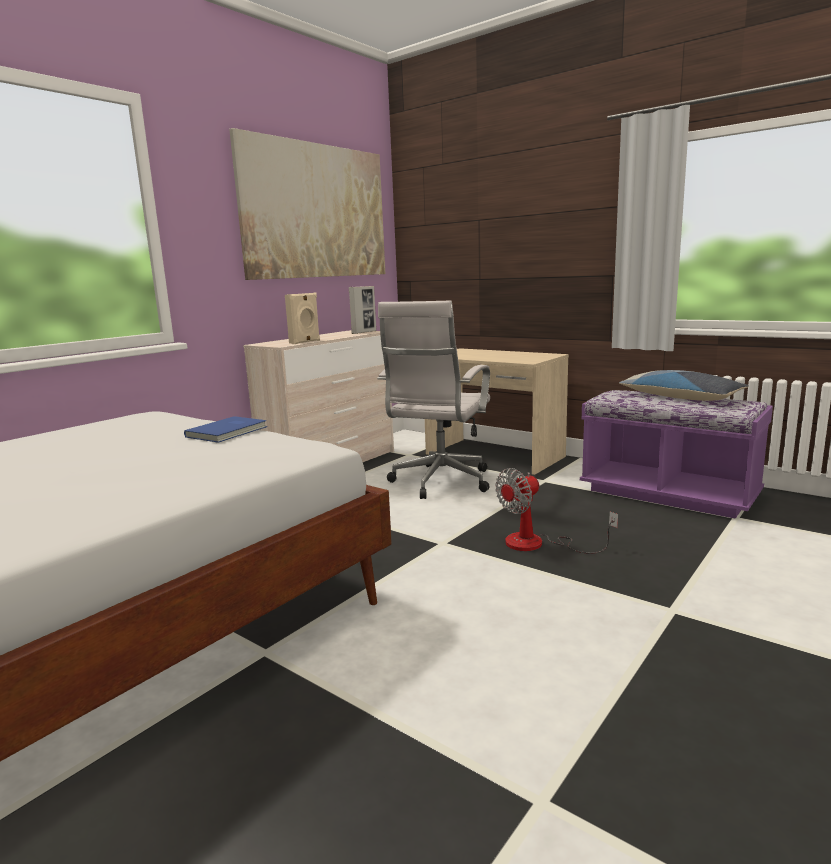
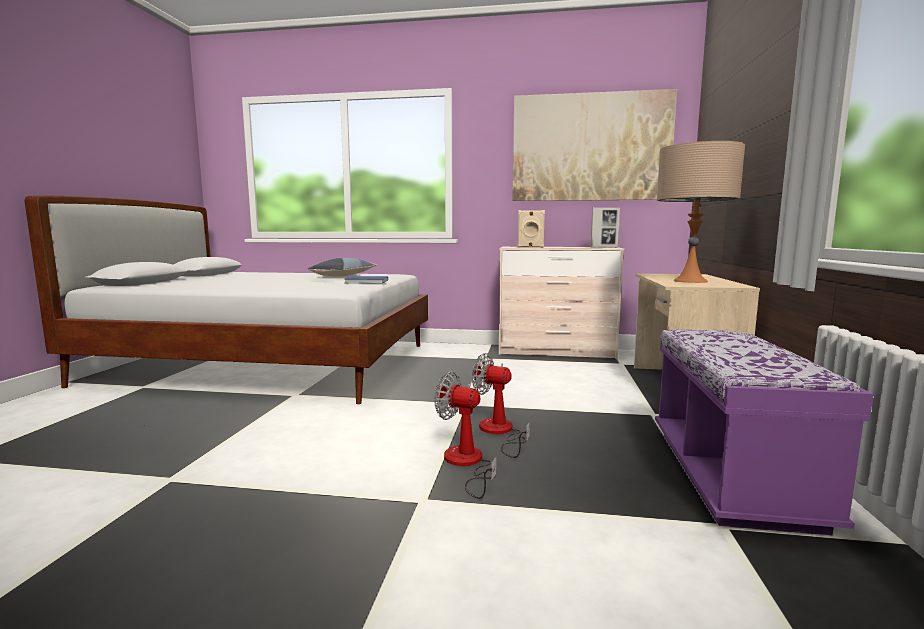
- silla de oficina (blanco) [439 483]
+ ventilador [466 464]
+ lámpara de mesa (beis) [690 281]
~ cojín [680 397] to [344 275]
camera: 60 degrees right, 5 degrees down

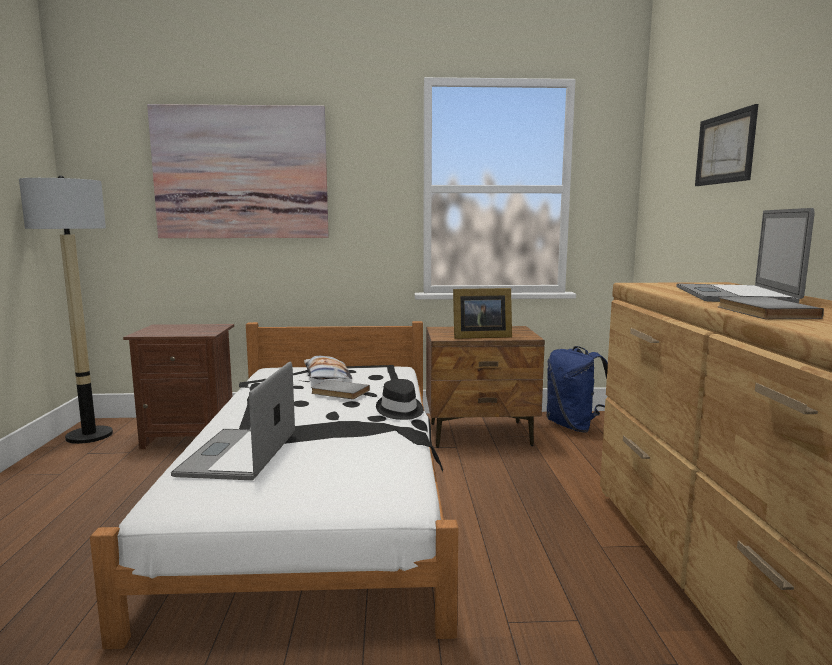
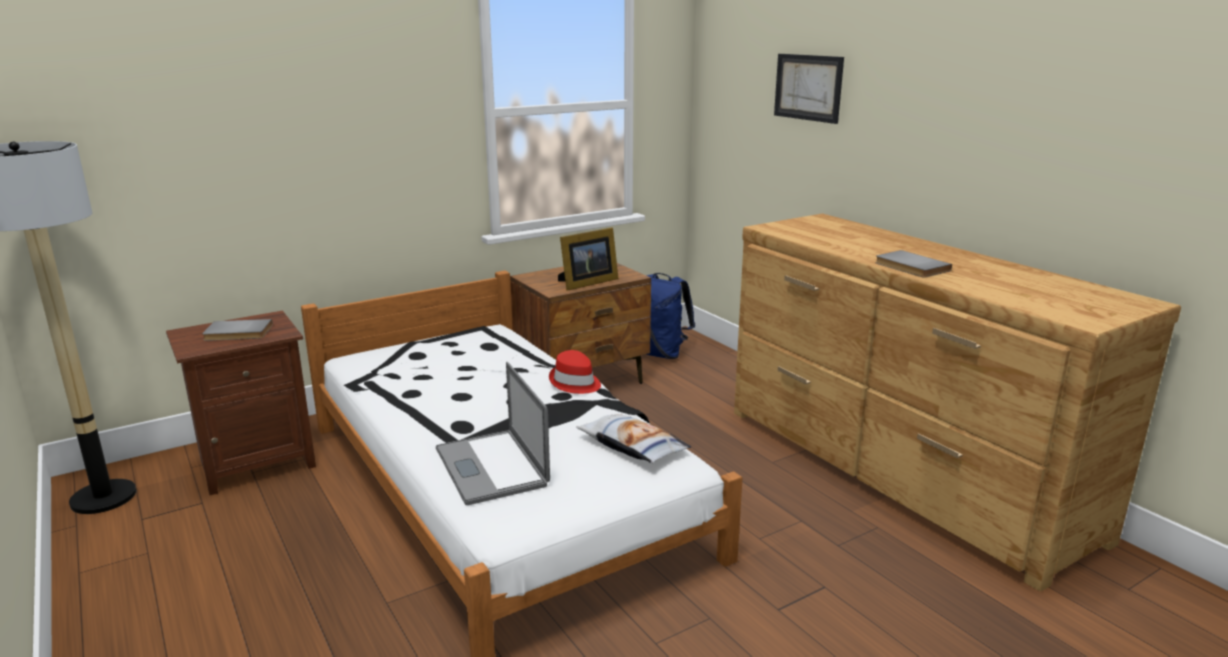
- cuadro [241 173]
- portátil [733 295]
~ cojín [326 375] to [632 446]
~ libro (gris) [339 392] to [237 333]
~ sombrero (negro) [400 410] to sombrero (rojo) [575 383]
camera: 30 degrees left, 10 degrees up

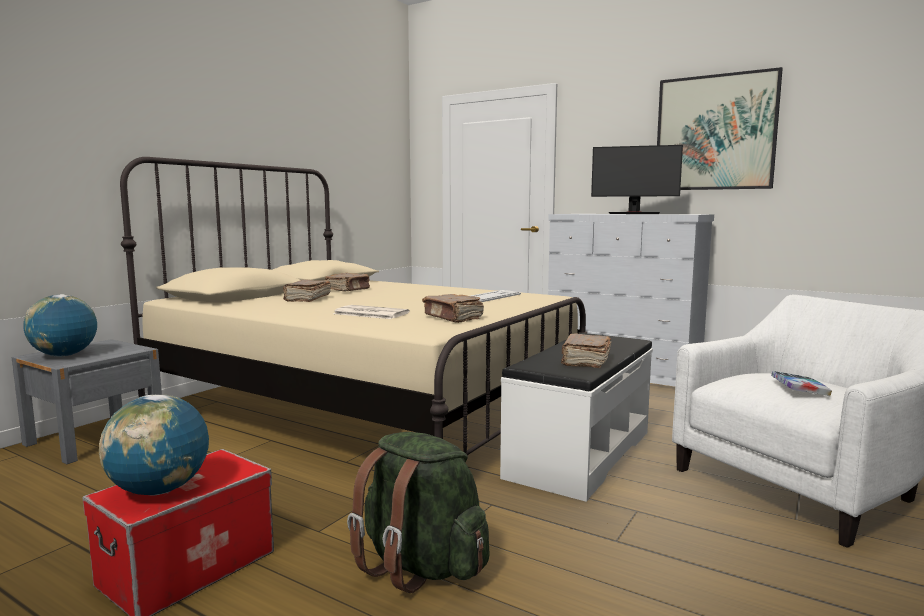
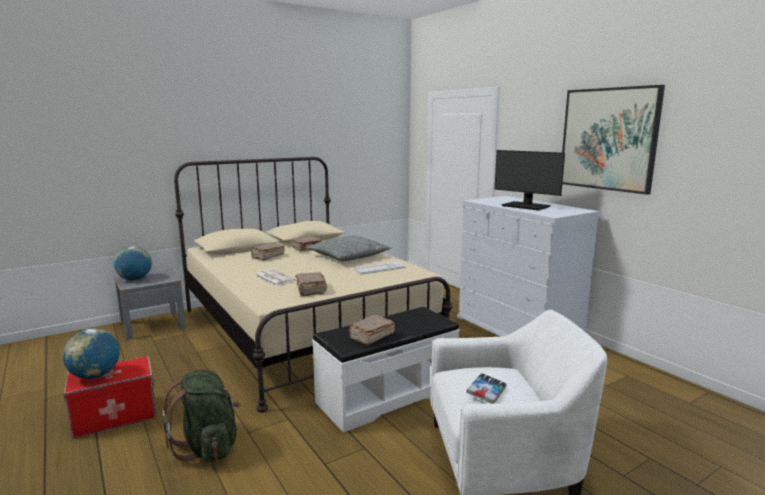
+ cojín (gris) [349 256]
camera: 25 degrees right, 5 degrees up

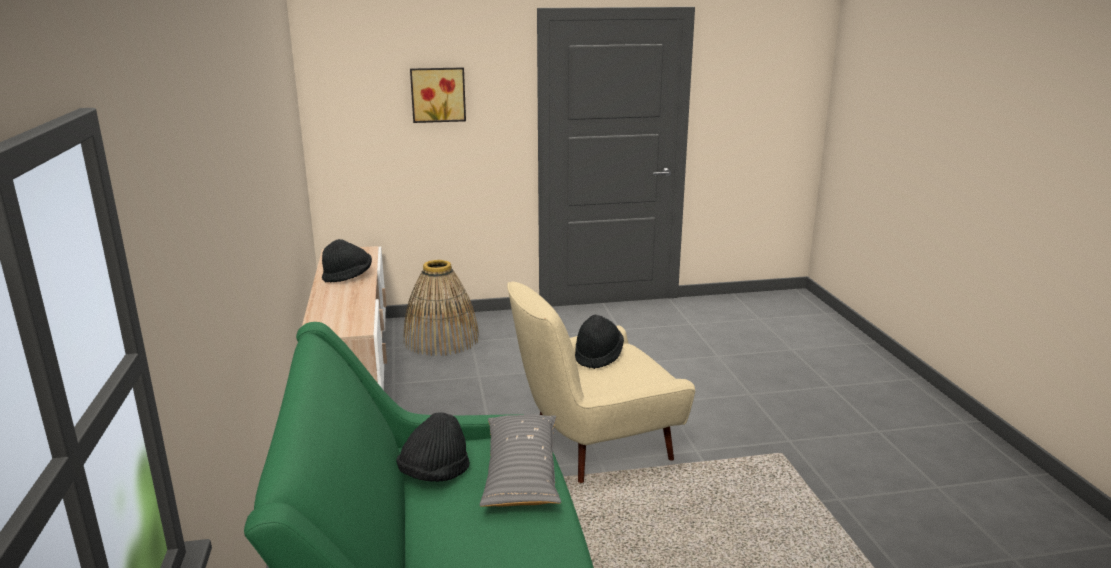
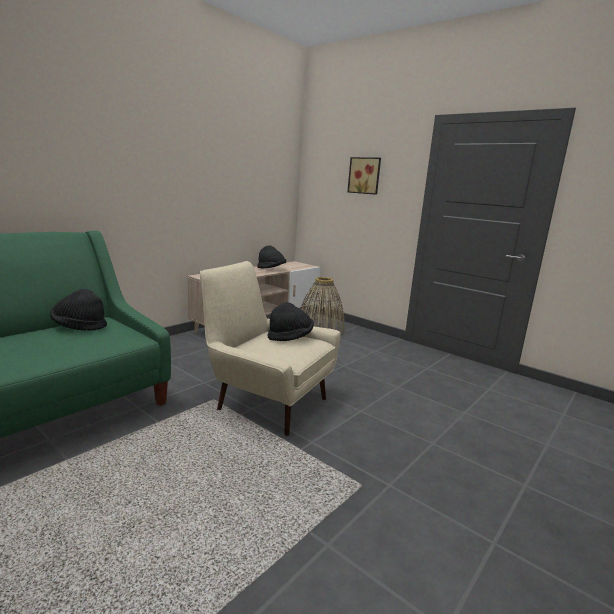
- cojín (gris) [521 472]
camera: 50 degrees right, 5 degrees down

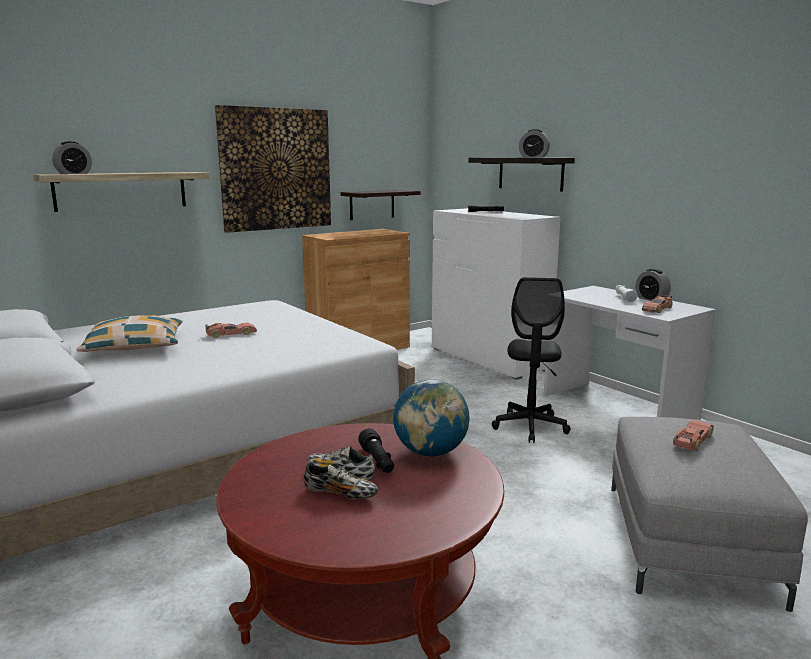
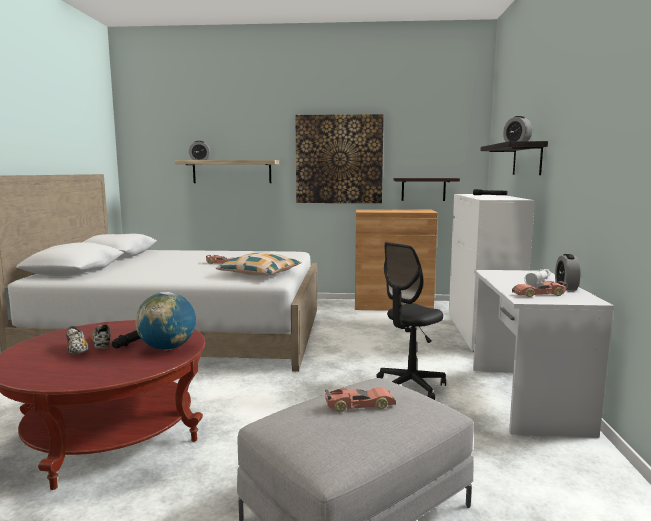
~ cojín [135 346] to [260 274]
camera: 40 degrees right, 5 degrees down

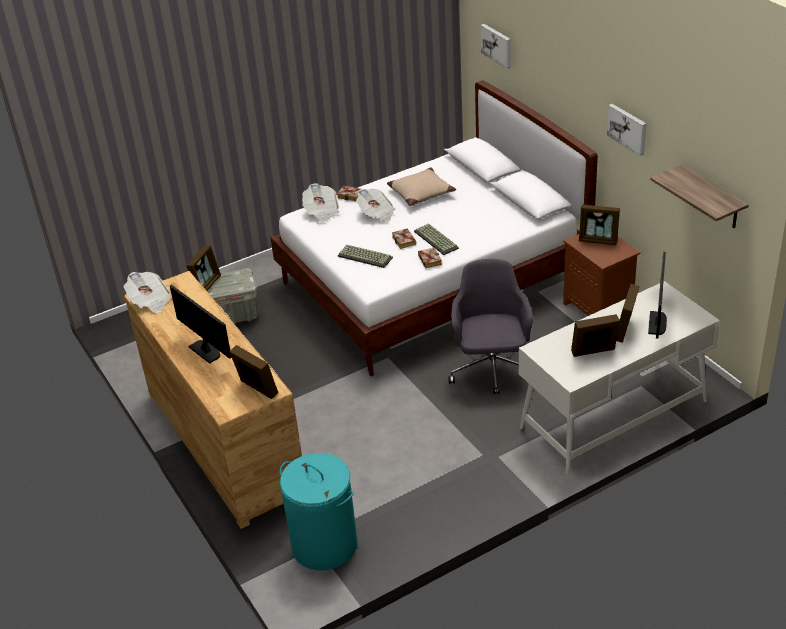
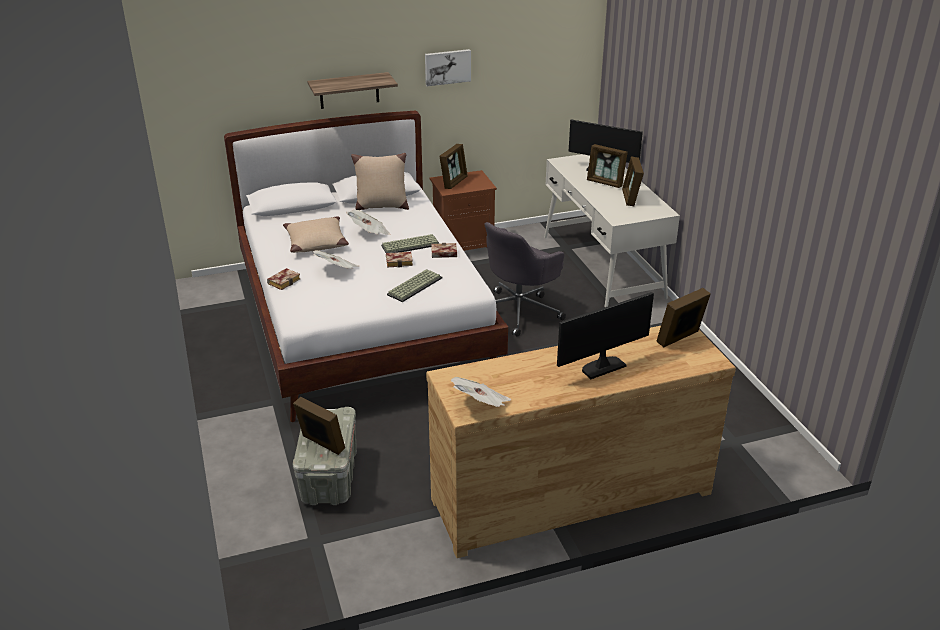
- cesto de la ropa (turquesa) [325 545]
- cuadro [497 45]
+ cojín (beis) [381 206]
~ periódico [321 211] to [369 233]
~ estante [712 198] to [349 90]
~ silla de oficina (gris) [491 369] = [519 311] 60 degrees counterclockwise
camera: 80 degrees left, 5 degrees down

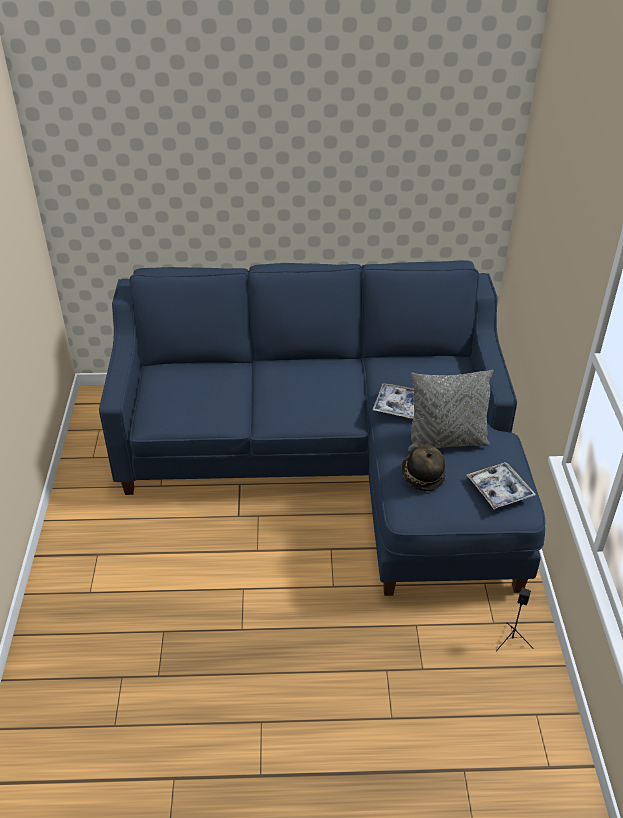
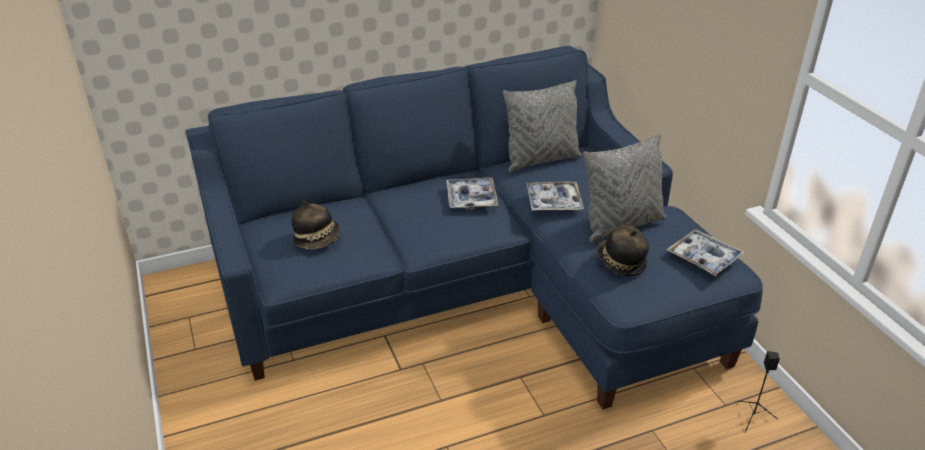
+ sombrero [317 239]
+ bandeja [471 198]
+ cojín (gris) [541 160]
camera: 20 degrees left, 5 degrees down

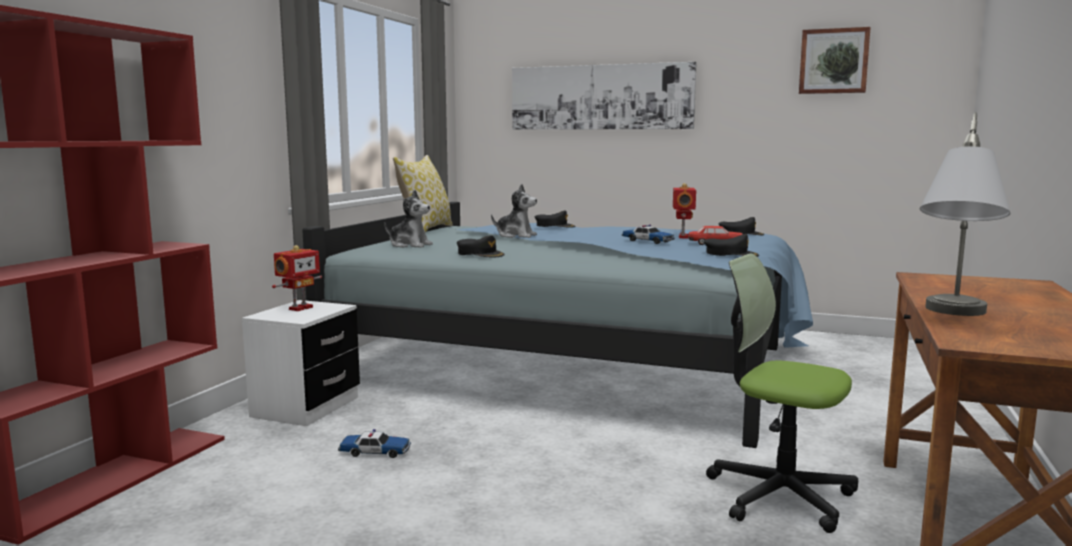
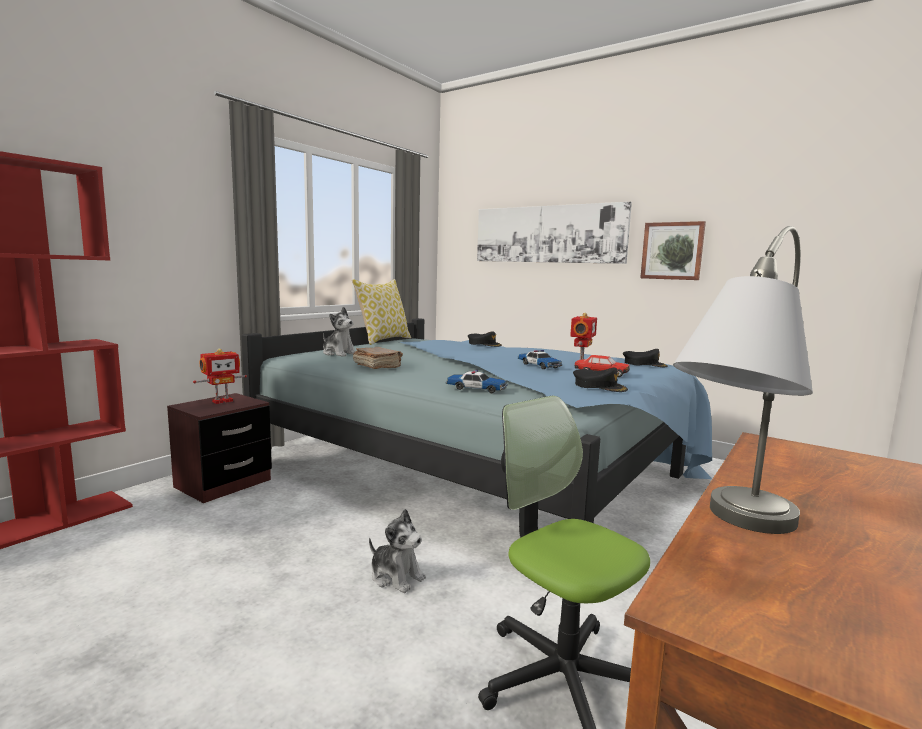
~ coche de juguete [375 452] to [476 389]
~ peluche [516 236] to [396 576]
~ cuadro [833 61] to [672 251]
~ gorra (negro) [480 254] to libro (marrón) [377 366]
~ mesita de noche (blanco) [306 407] to mesita de noche (marrón) [223 484]
camera: 15 degrees right, 0 degrees up

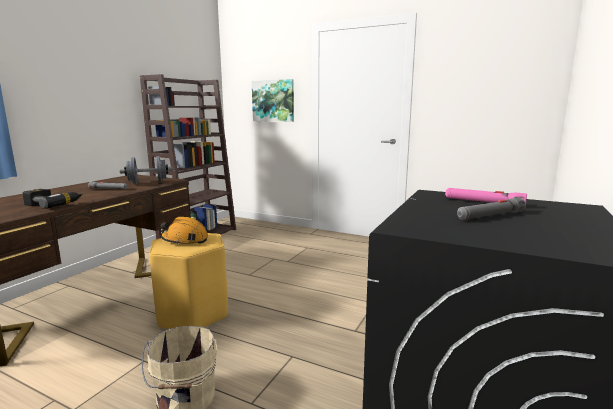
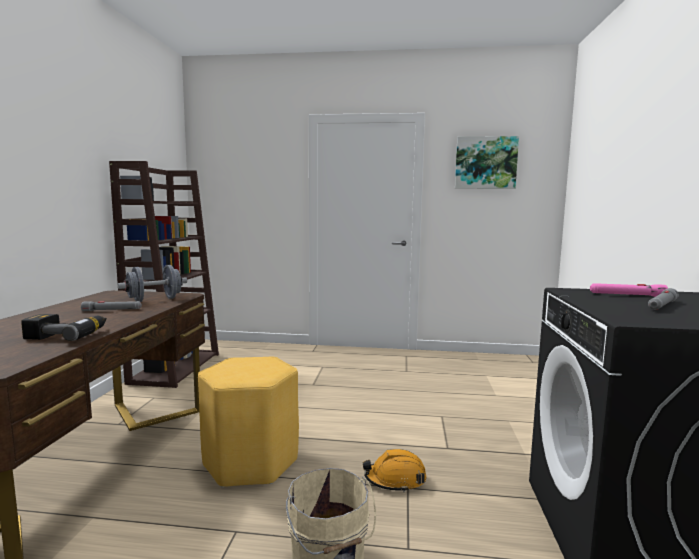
~ casco (naranja) [185 240] to [395 480]
~ cuadro [273 101] to [485 163]
camera: 20 degrees left, 5 degrees down

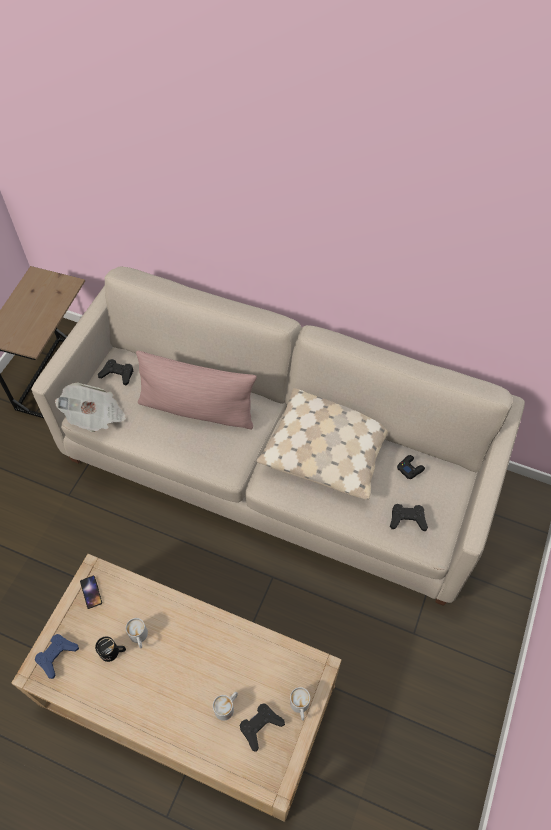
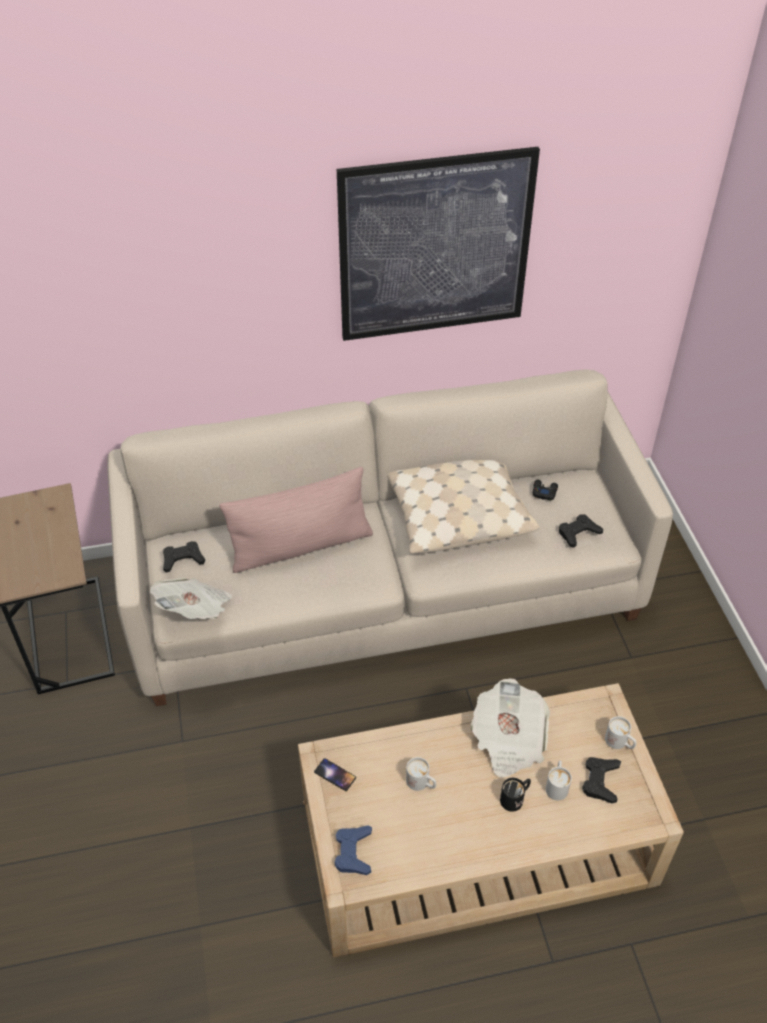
+ cuadro [435 247]
+ periódico [508 741]
~ taza grande (negro) [113 652] to [515 798]
camera: 35 degrees left, 10 degrees down

